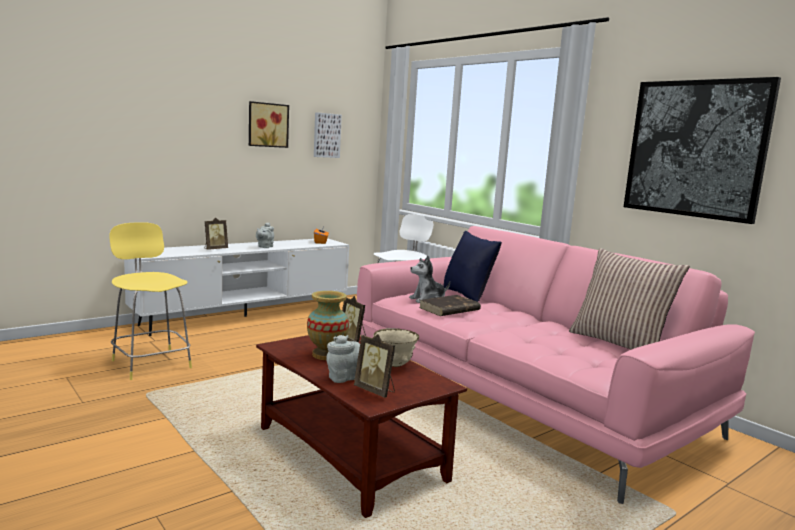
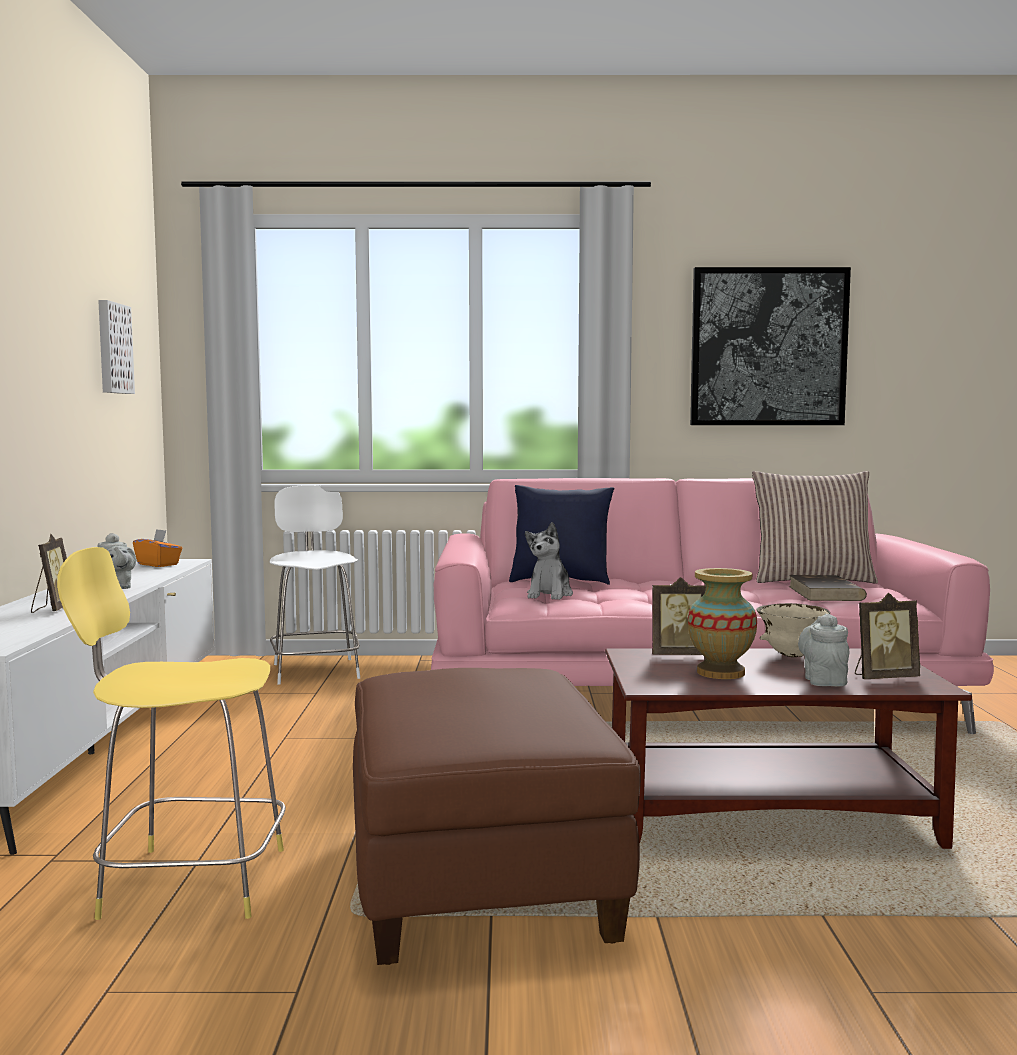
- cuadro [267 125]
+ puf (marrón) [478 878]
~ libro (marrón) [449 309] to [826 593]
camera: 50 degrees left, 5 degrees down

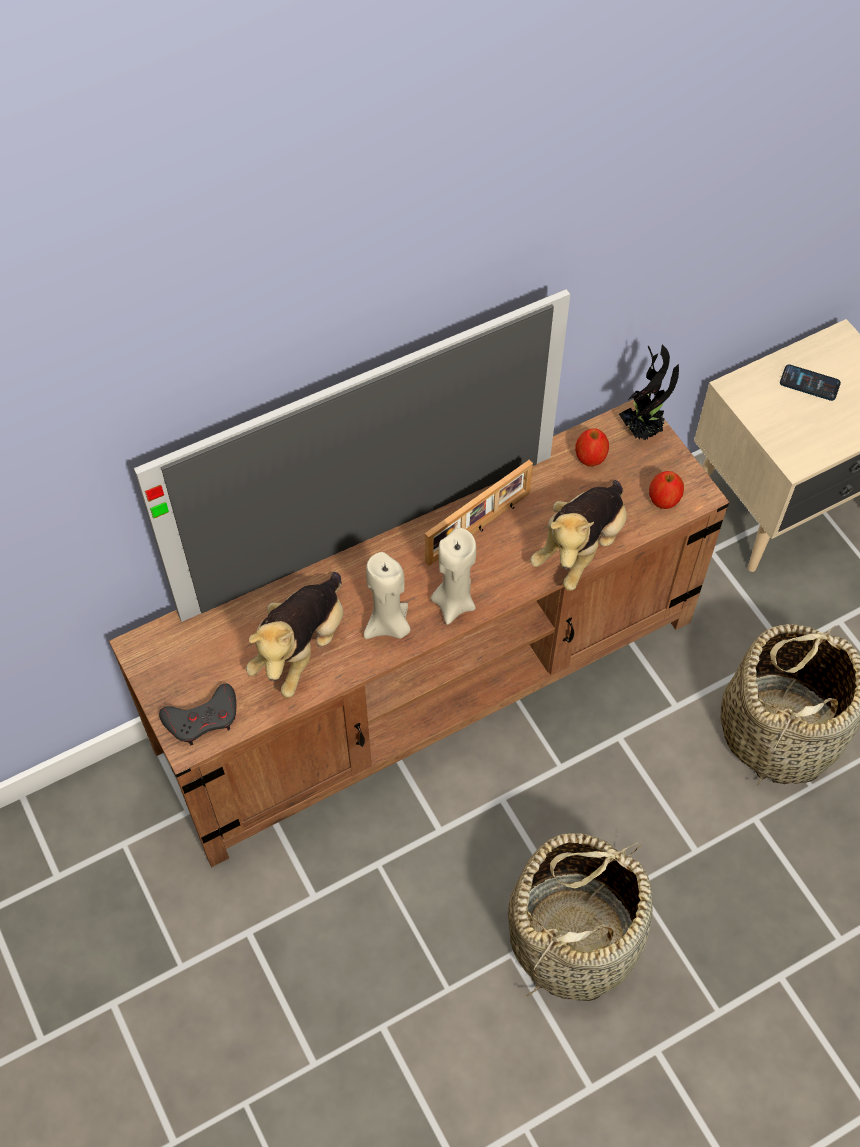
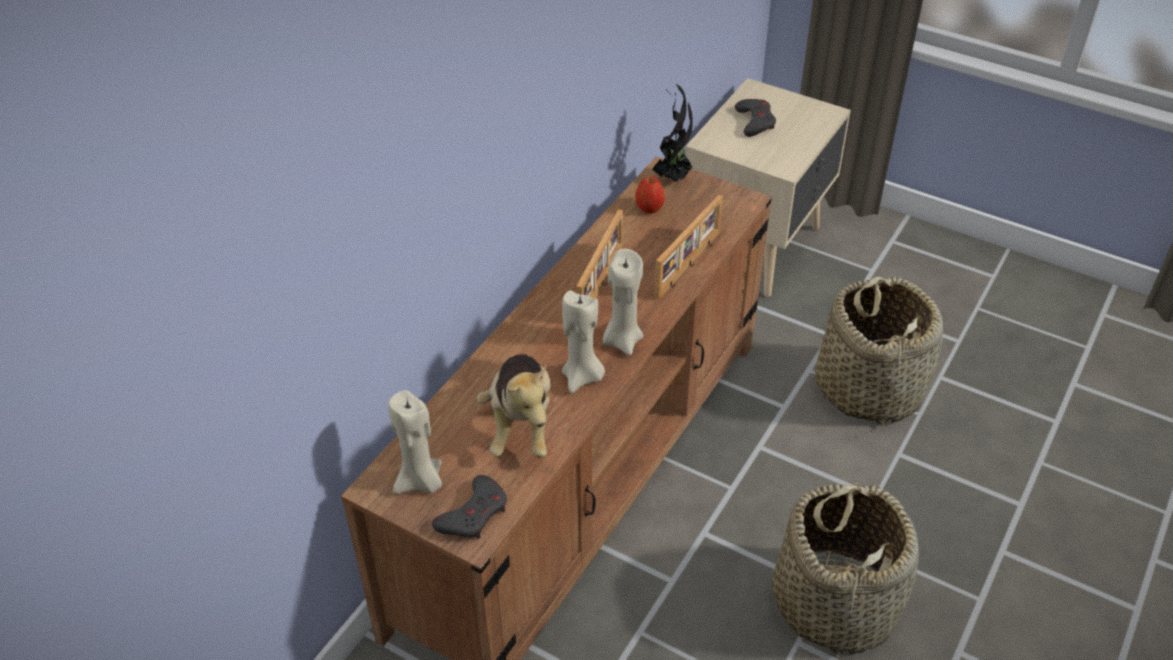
- televisor [371 535]
- manzana [663 500]
+ vela (beis) [421 482]
~ peluche [580 547] to portarretratos [689 265]
~ móvil [809 383] to mando de consola (gris) [755 121]
camera: 30 degrees left, 15 degrees down

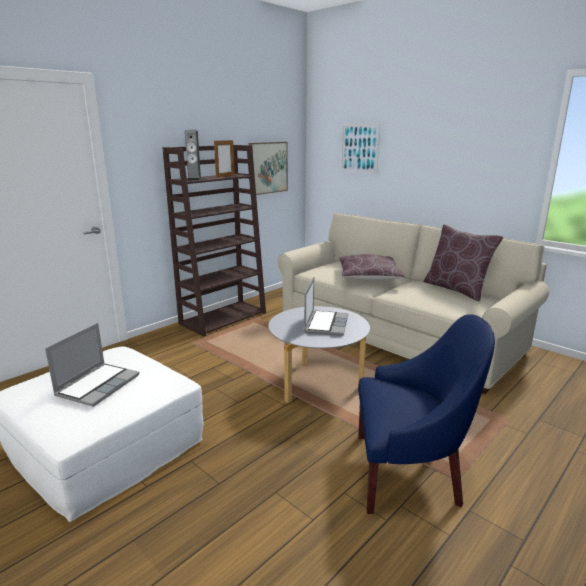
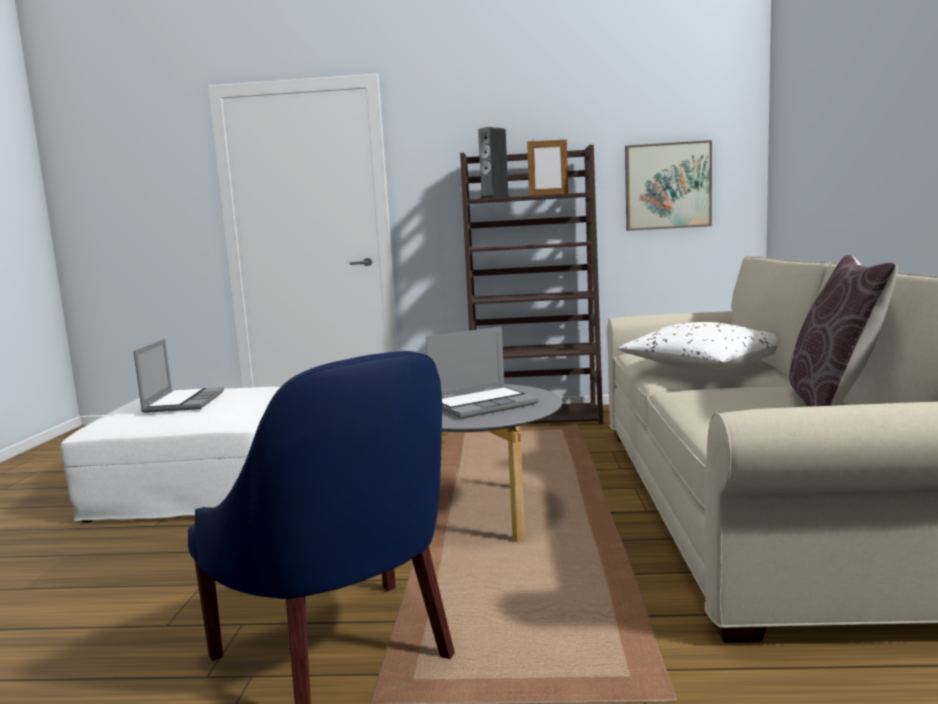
- cuadro [359 148]
~ cojín (marrón) [369 277] to cojín (blanco) [705 367]
~ portátil [98 385] = [183 402] 75 degrees counterclockwise
camera: 50 degrees right, 10 degrees down

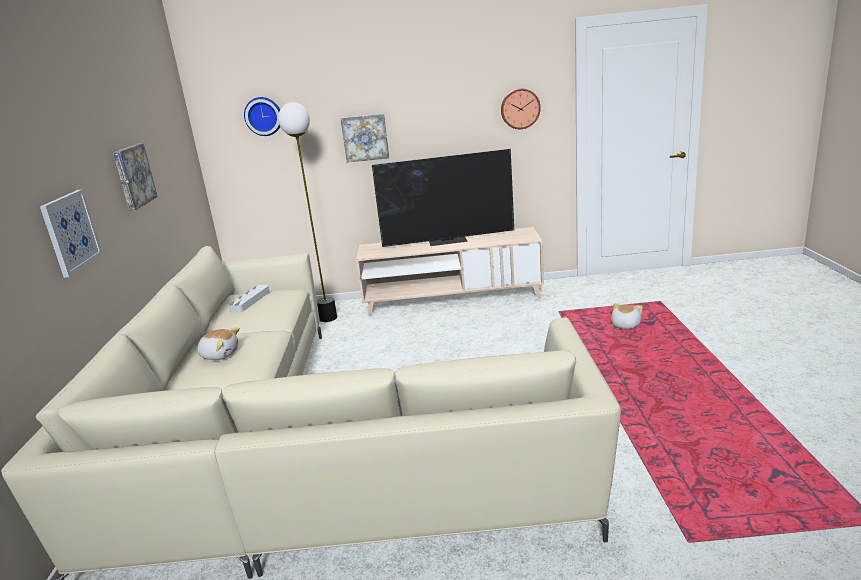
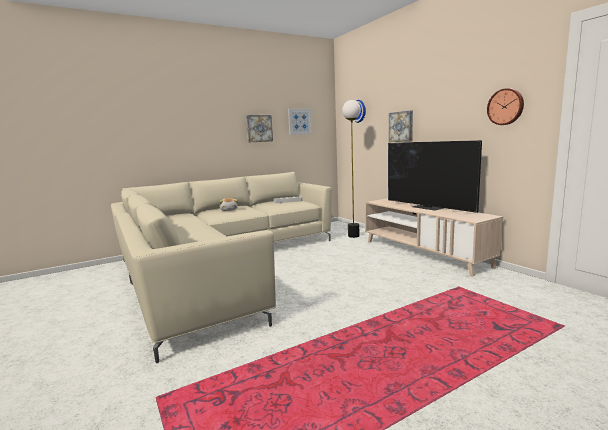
- peluche [624 325]
~ cuadro [70 232] to [299 121]
camera: 60 degrees right, 10 degrees down

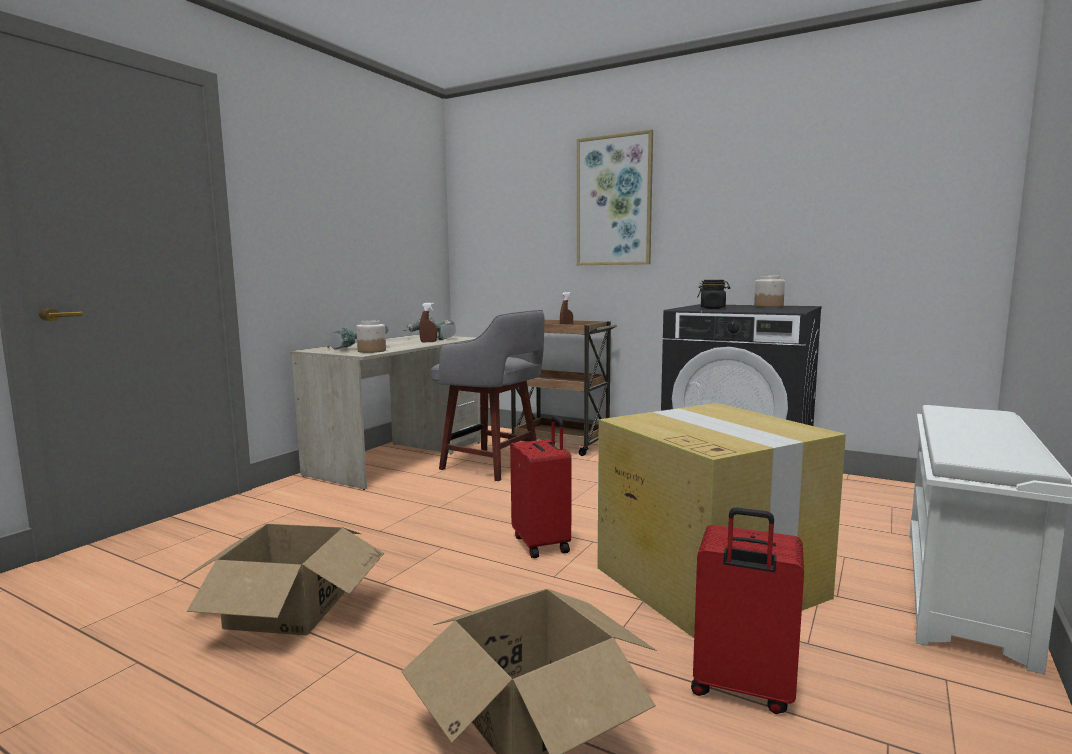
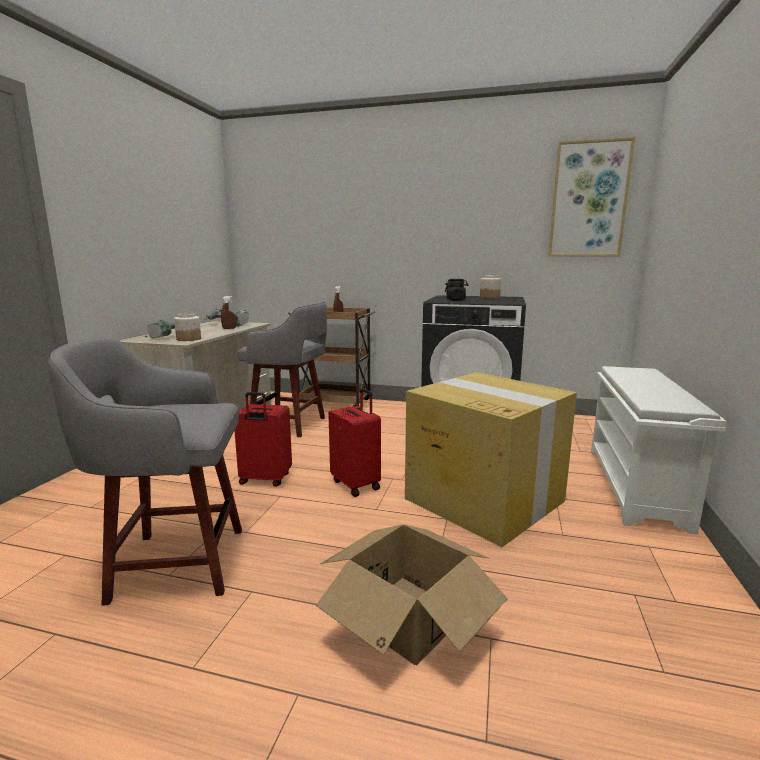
~ cuadro [614 201] to [588 200]
~ maleta (rojo) [741 689] to [265 480]
~ caja de cartón [288 607] to taburete (gris) [174 563]
camera: 15 degrees left, 5 degrees up

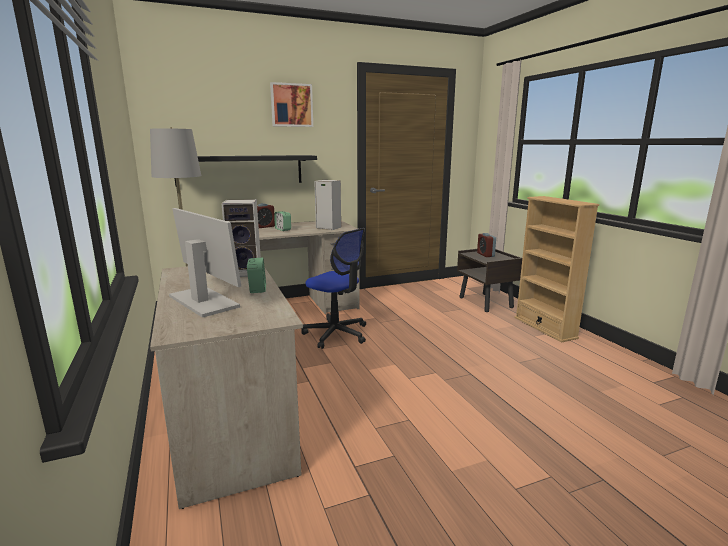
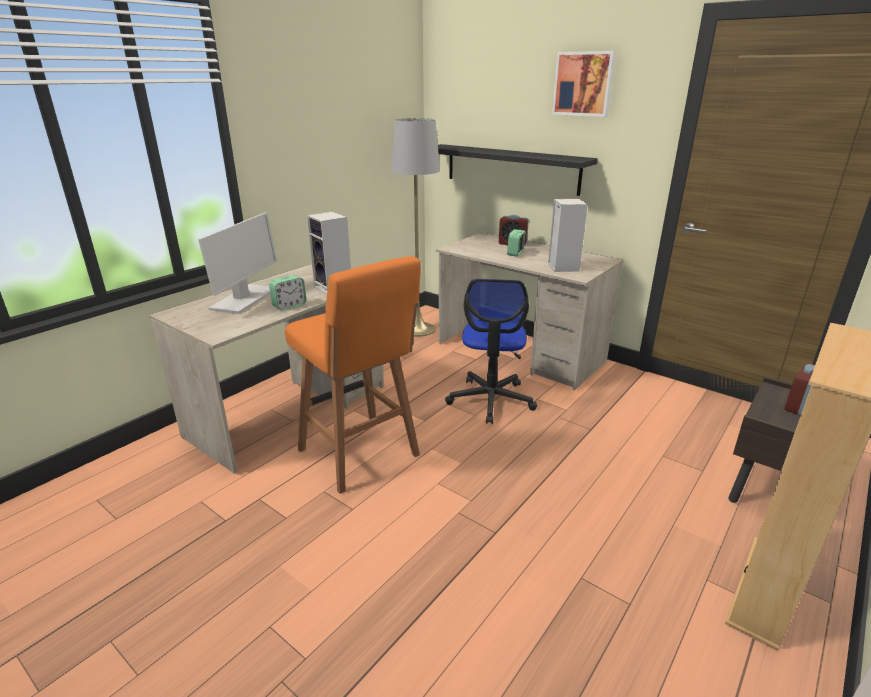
+ taburete (naranja) [360 454]
camera: 60 degrees right, 10 degrees up

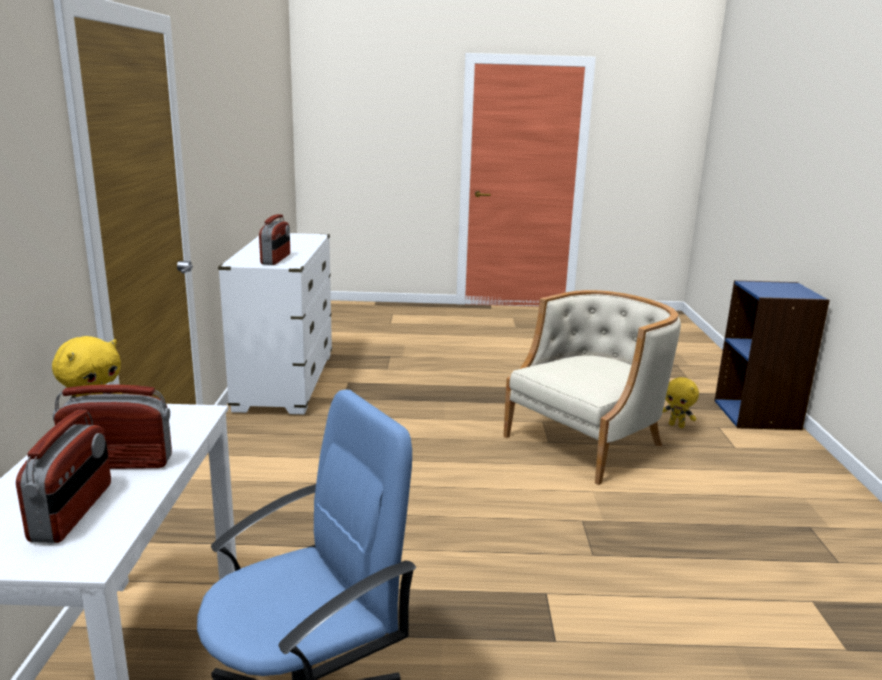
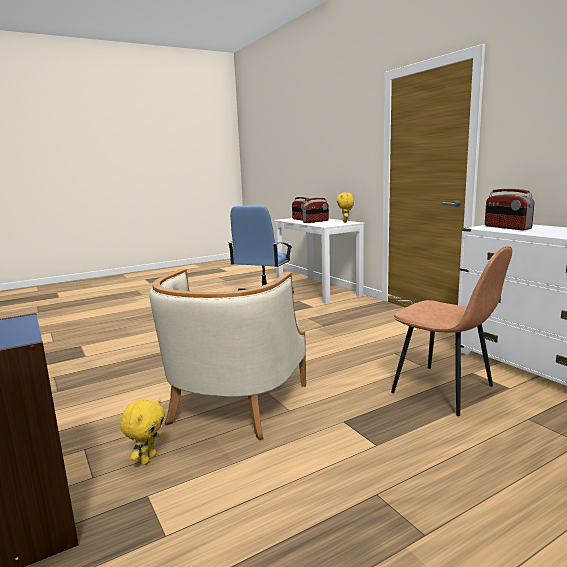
+ silla (marrón) [444 390]
~ peluche (amarillo) [677 425] = [147 459] 105 degrees clockwise
camera: 150 degrees right, 5 degrees down

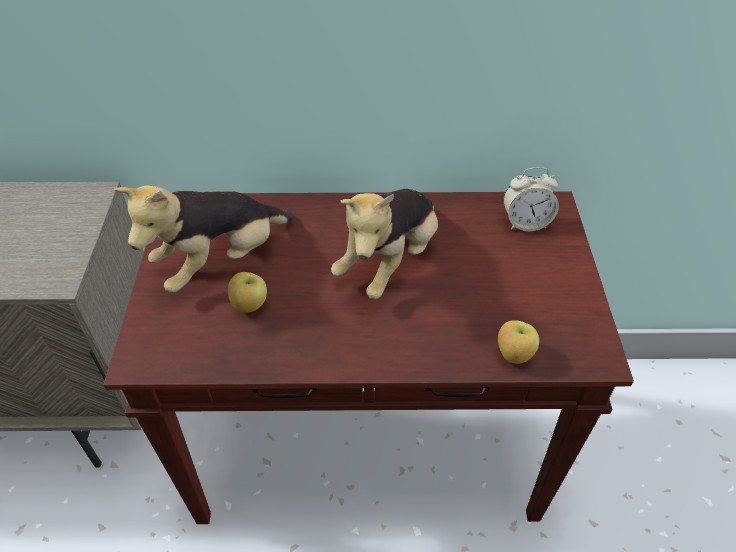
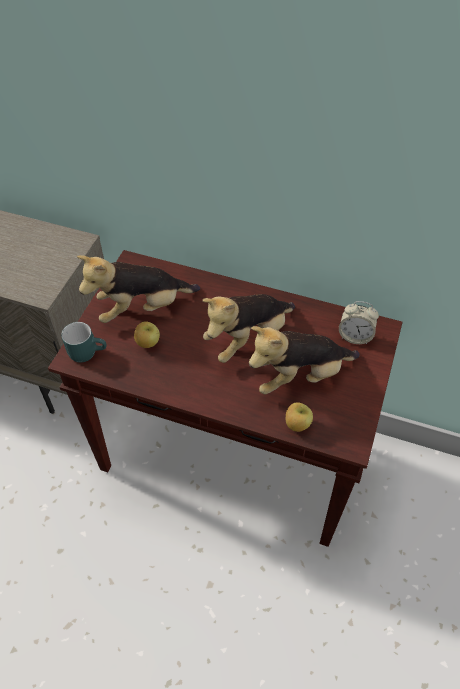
+ taza grande (turquesa) [87 351]
+ peluche [299 376]
camera: 20 degrees right, 5 degrees up

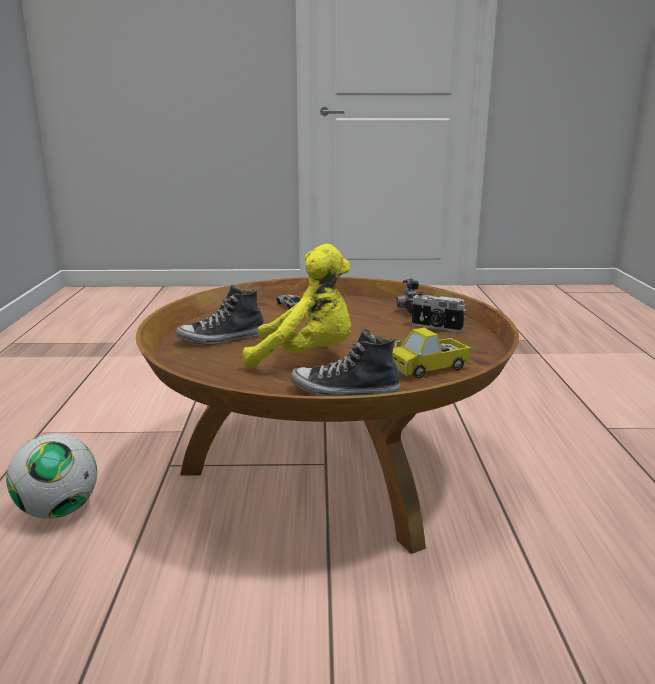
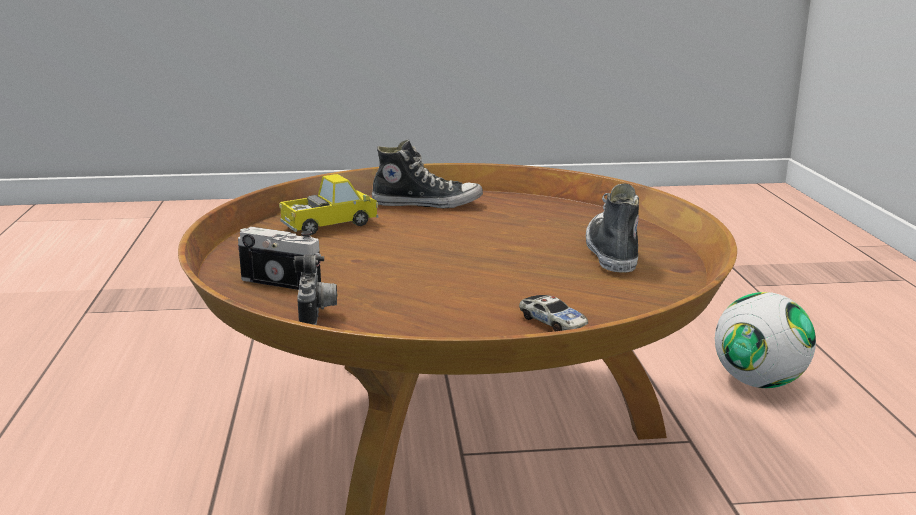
- peluche (amarillo) [306 357]
~ zapato [221 339] = [611 253] 60 degrees counterclockwise
camera: 175 degrees right, 0 degrees up

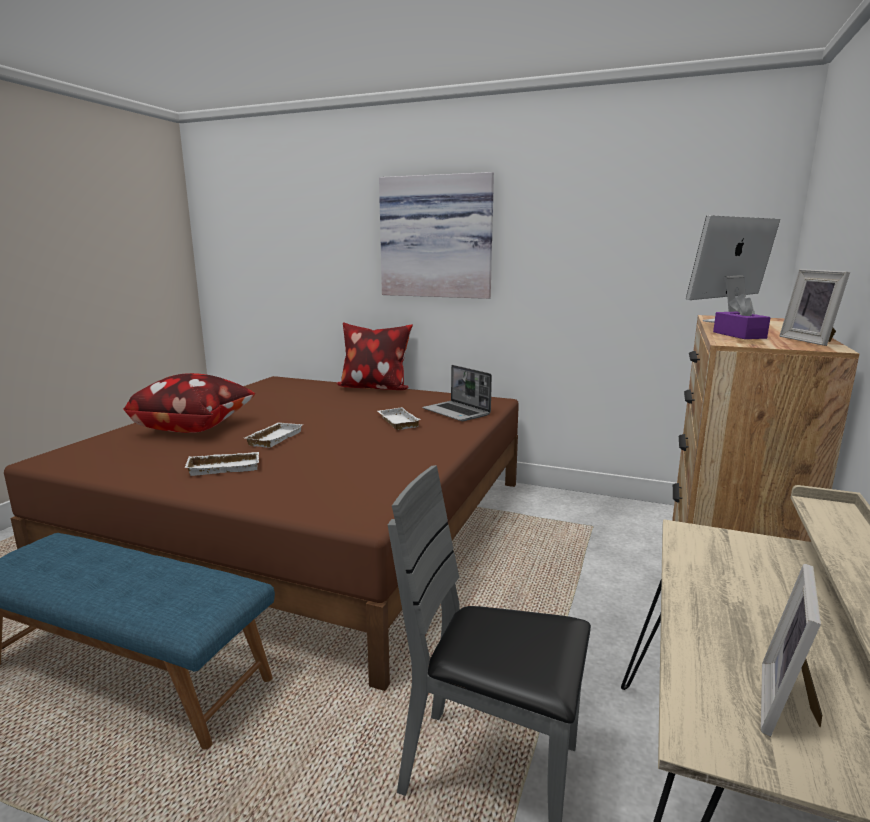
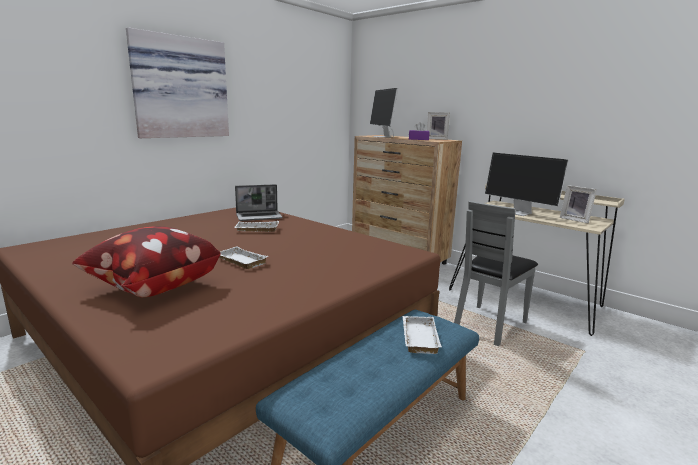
- cojín [374 388]
+ monitor [520 213]
~ bandeja (blanco) [225 467] to [418 337]
camera: 70 degrees left, 0 degrees up

